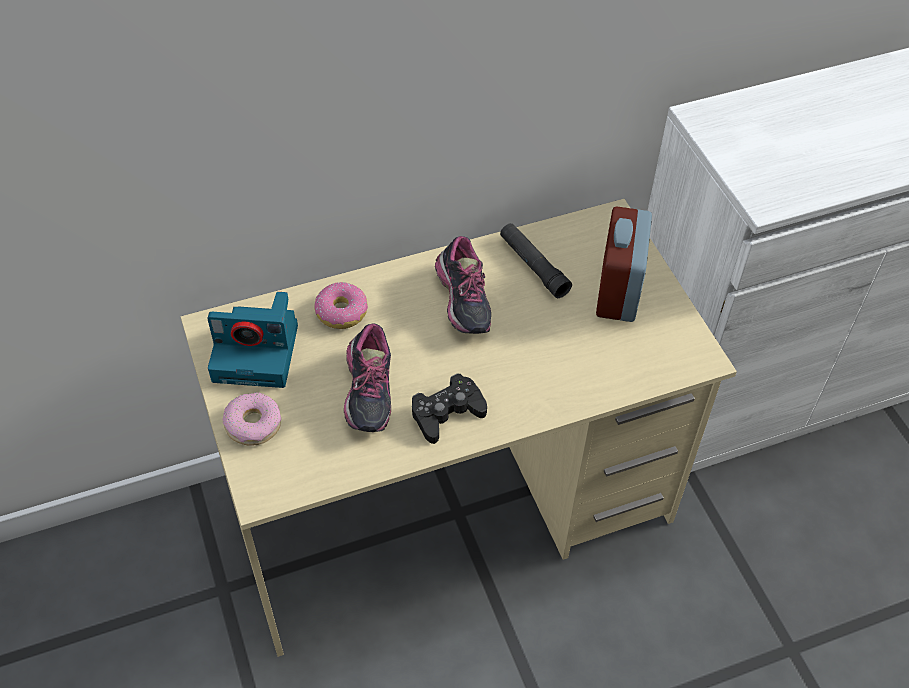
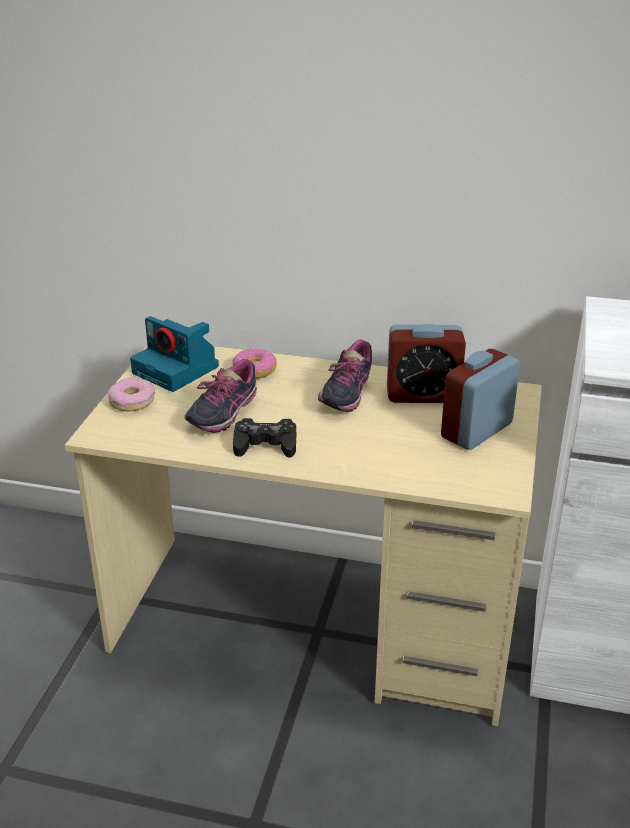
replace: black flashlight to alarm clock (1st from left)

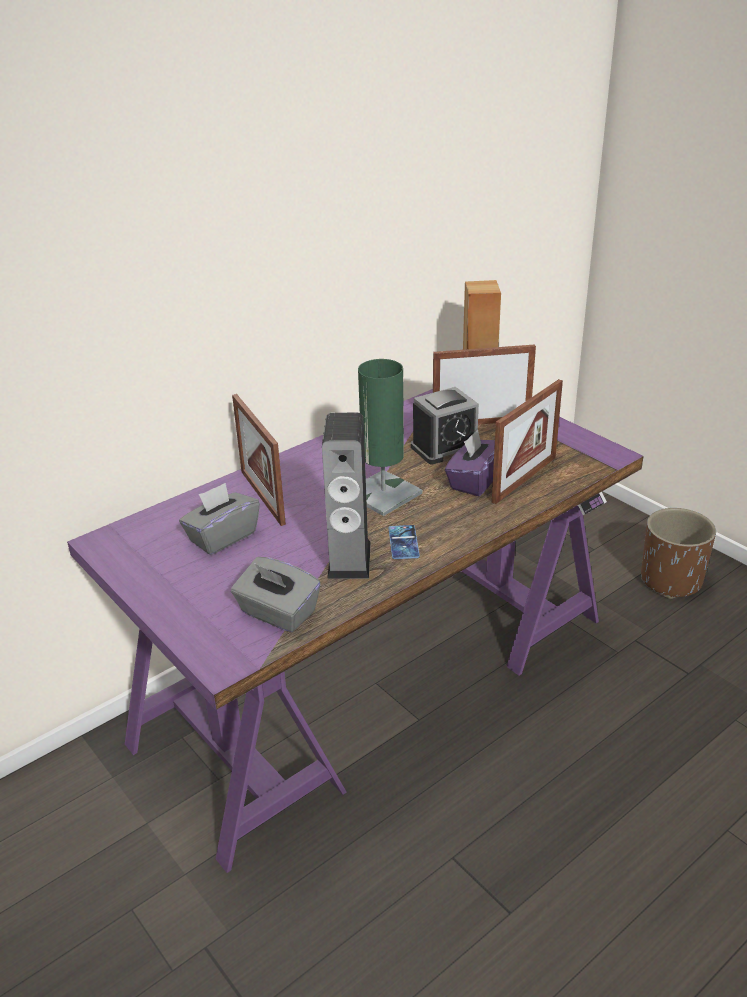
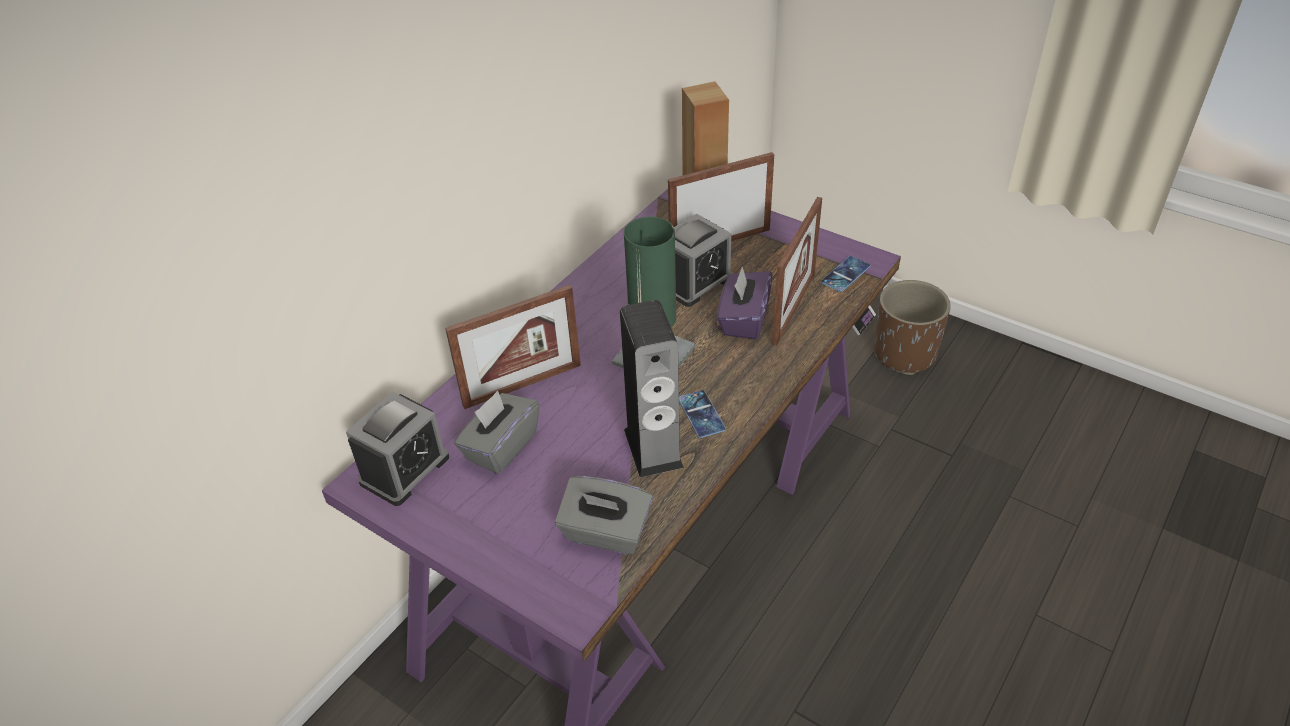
insert: alarm clock (1st from left); phone (2nd from left)
rotate: picture frame (1st from left) 75 degrees counterclockwise

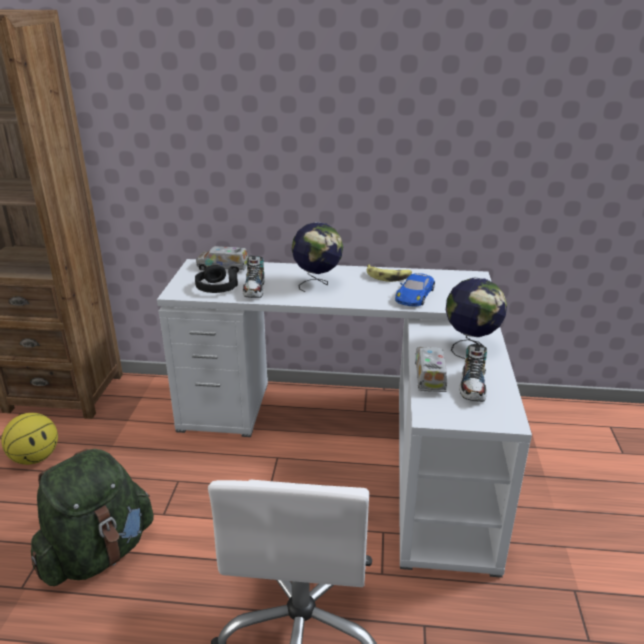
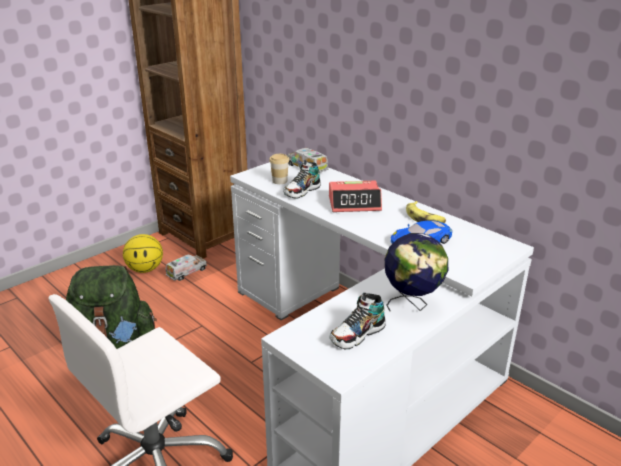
move: toy truck (2nd from left in the first image) to toy truck (1st from left)
replace: black headphones to cup; globe (1st from left) to alarm clock

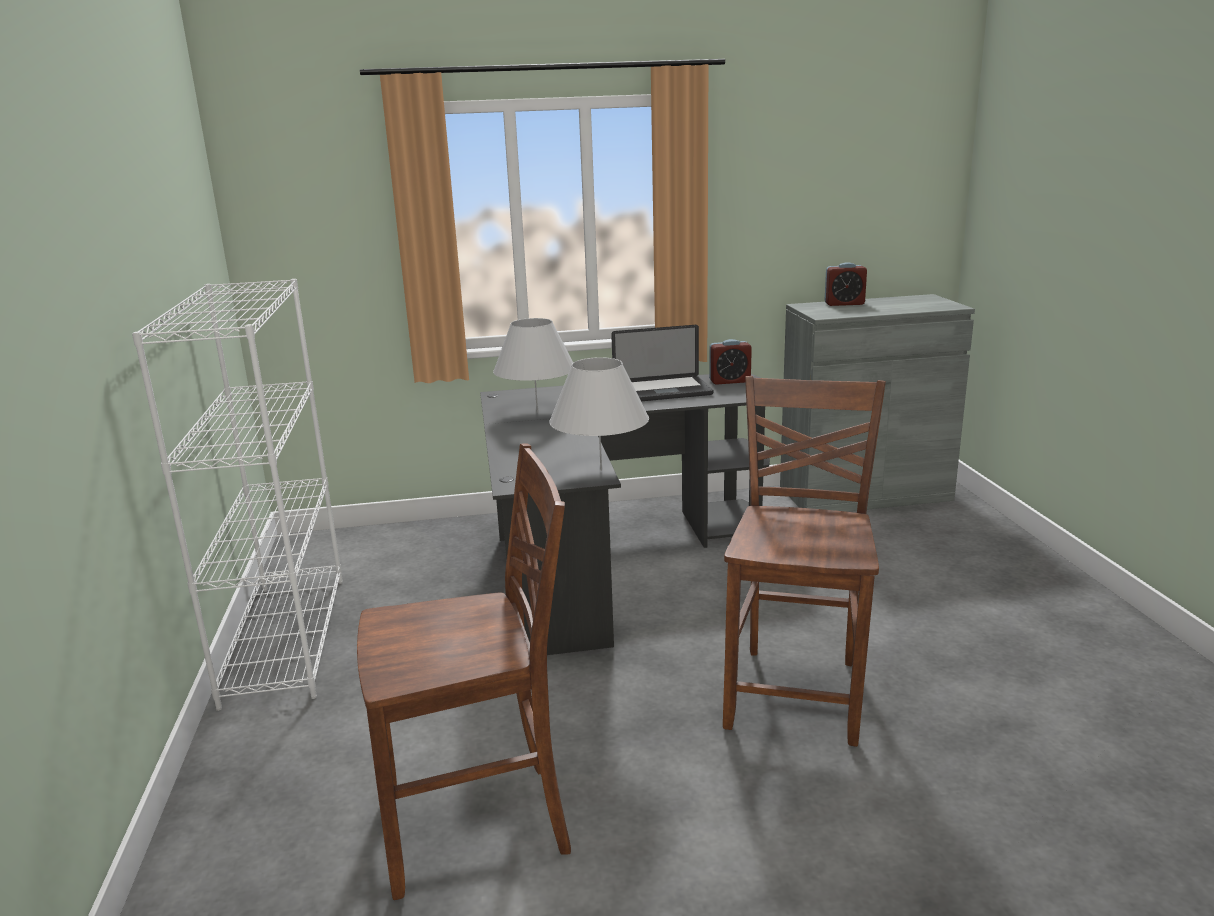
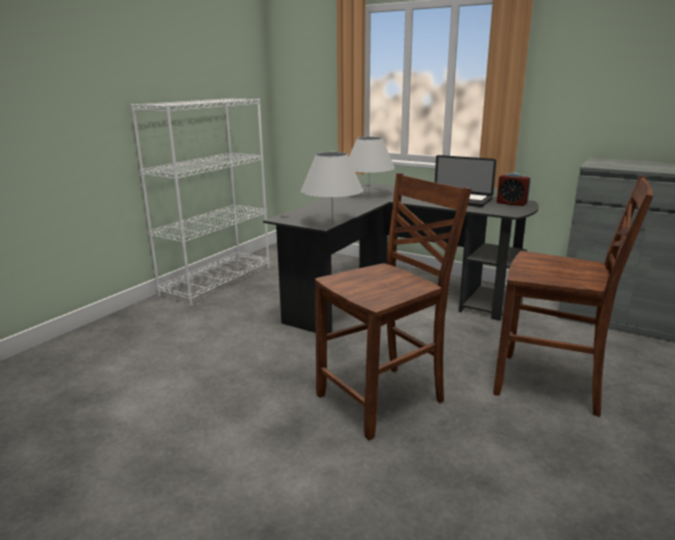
delete: alarm clock (2nd from left)
move: brown chair (1st from left in the first image) to brown chair (2nd from left)

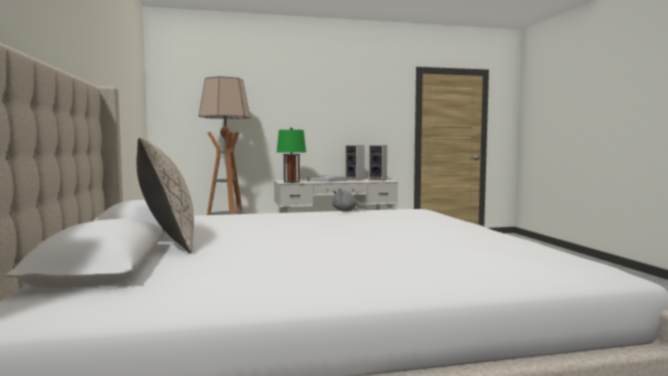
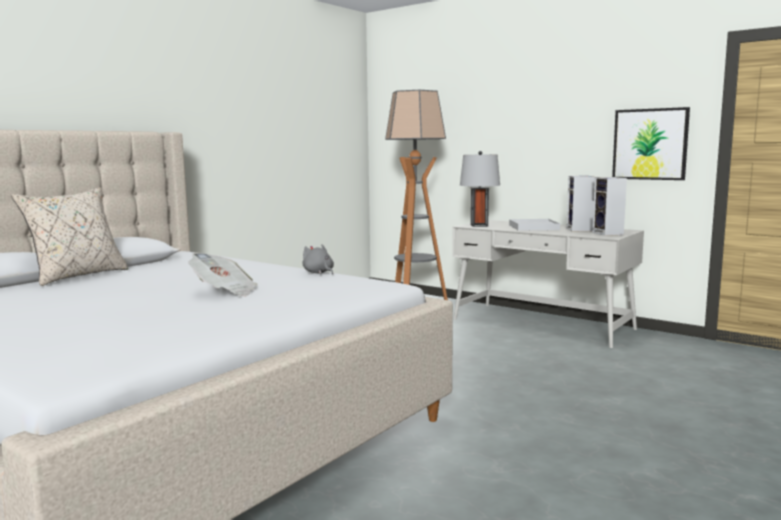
insert: newspaper; picture
recolor: green table lamp to grey table lamp

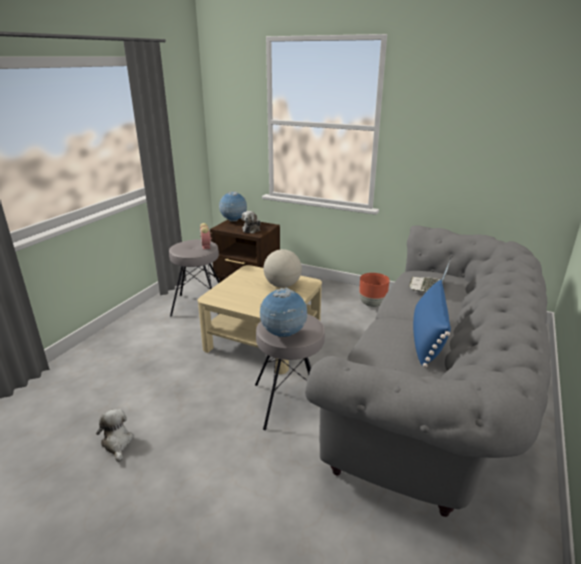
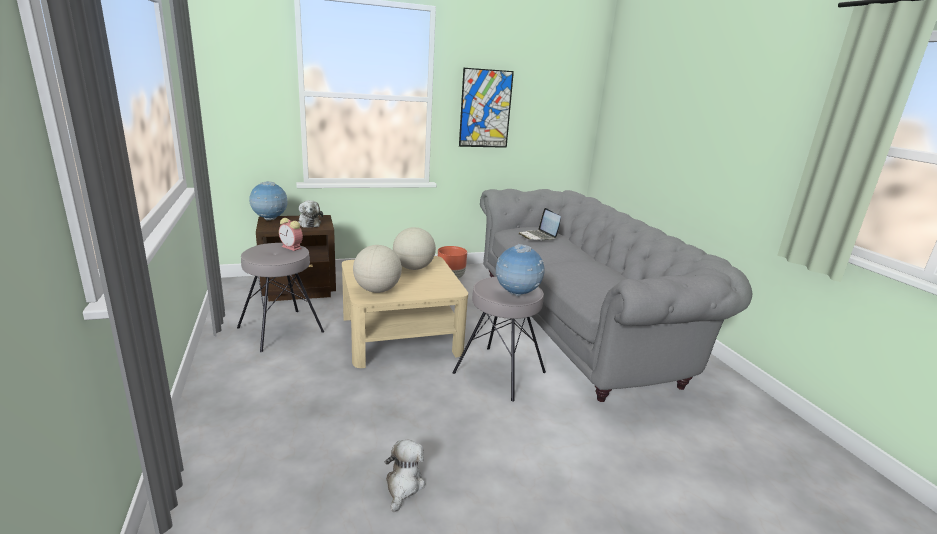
delete: blue pillow
insert: globe (2nd from left); picture
rotate: plush toy (1st from left in the first image) 75 degrees clockwise

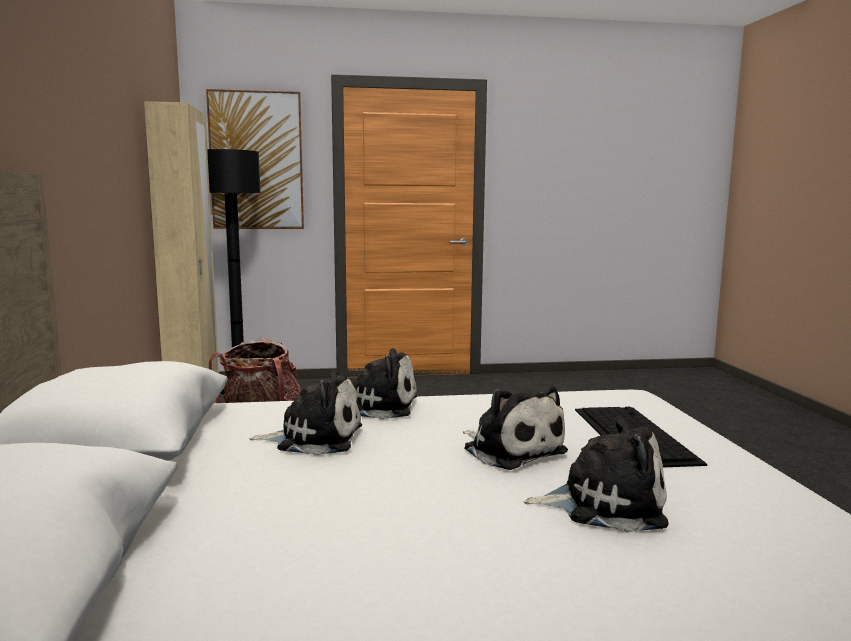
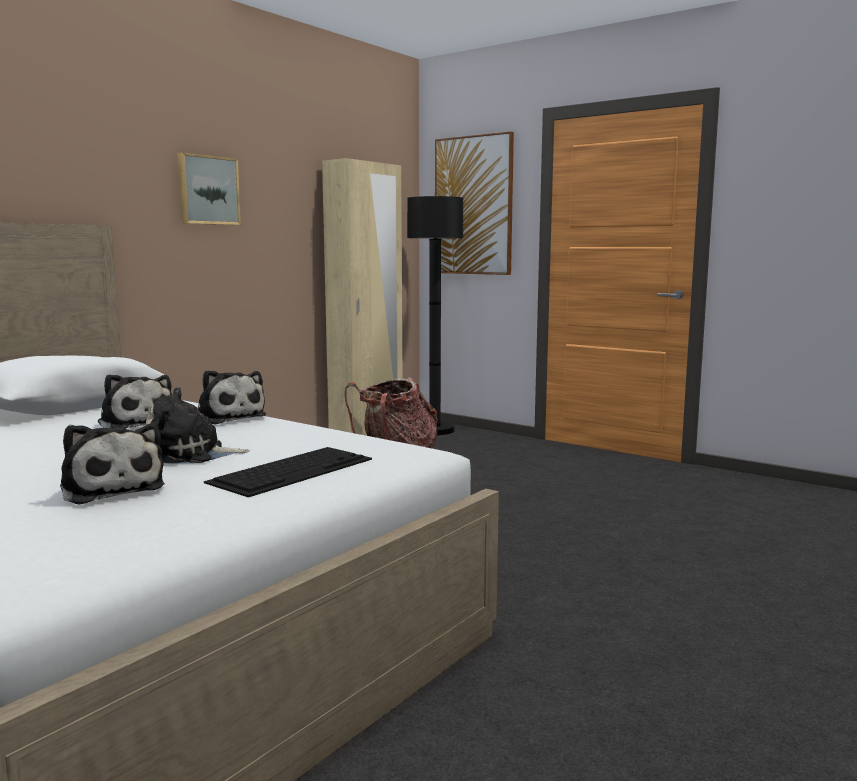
insert: picture (1st from left)
rotate: plush toy (3rd from left) 75 degrees clockwise

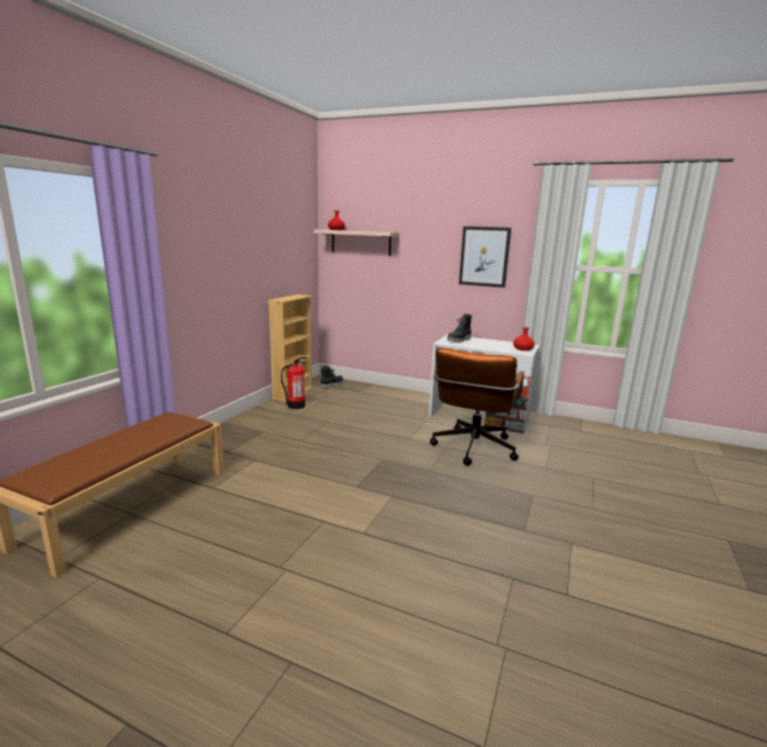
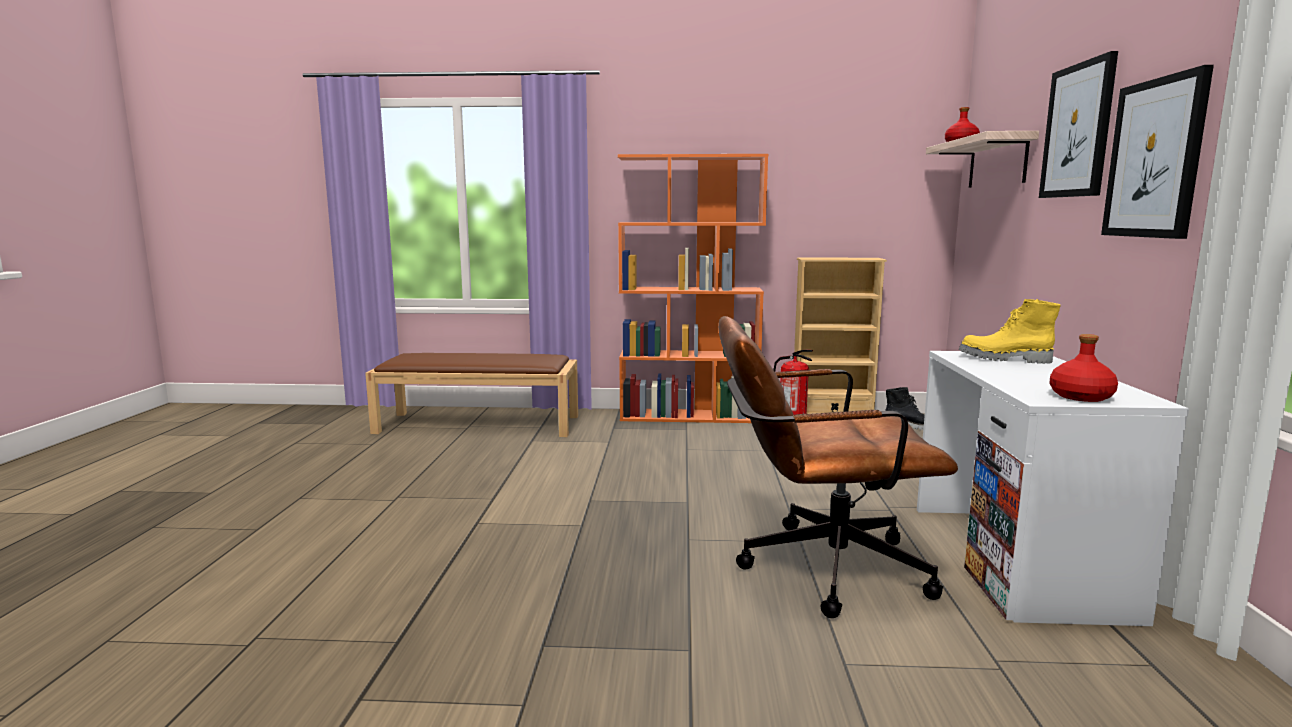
insert: orange bookcase; picture (1st from left)
recolor: black boot (2nd from left) to yellow boot

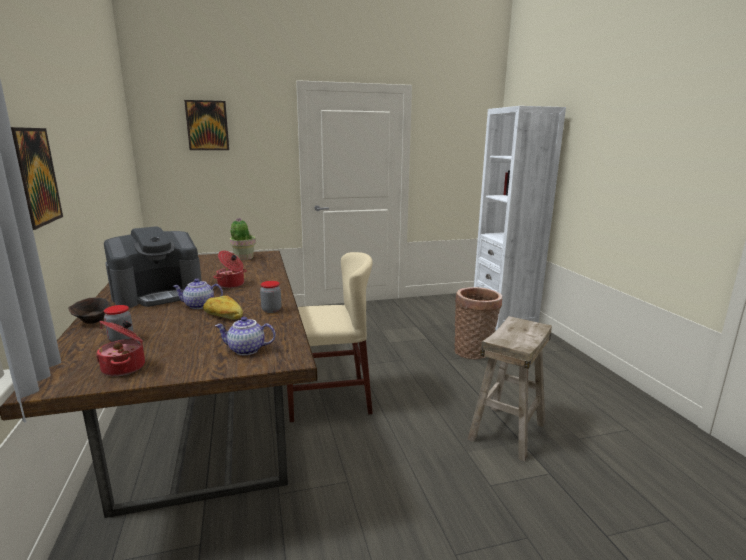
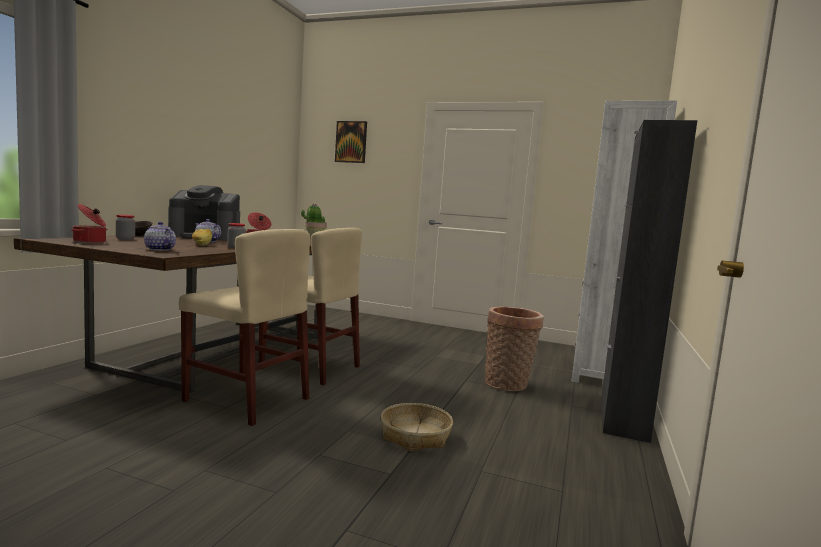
delete: picture (1st from left)
insert: beige chair (1st from left); black cabinet
replace: beige stool to basket (1st from left)

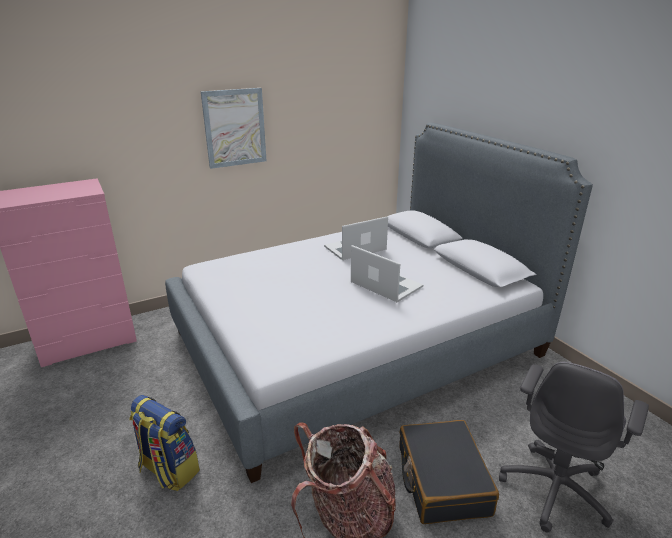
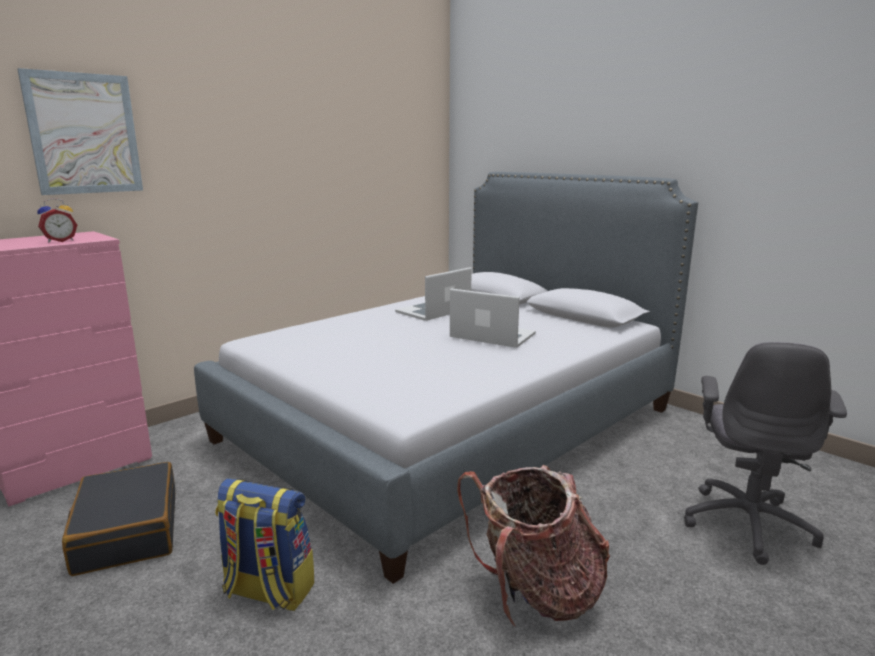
insert: alarm clock
move: picture; black suitcase

